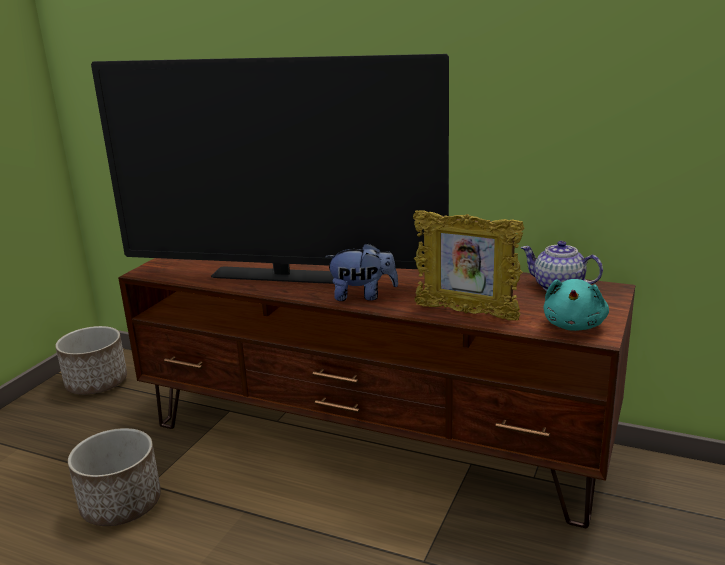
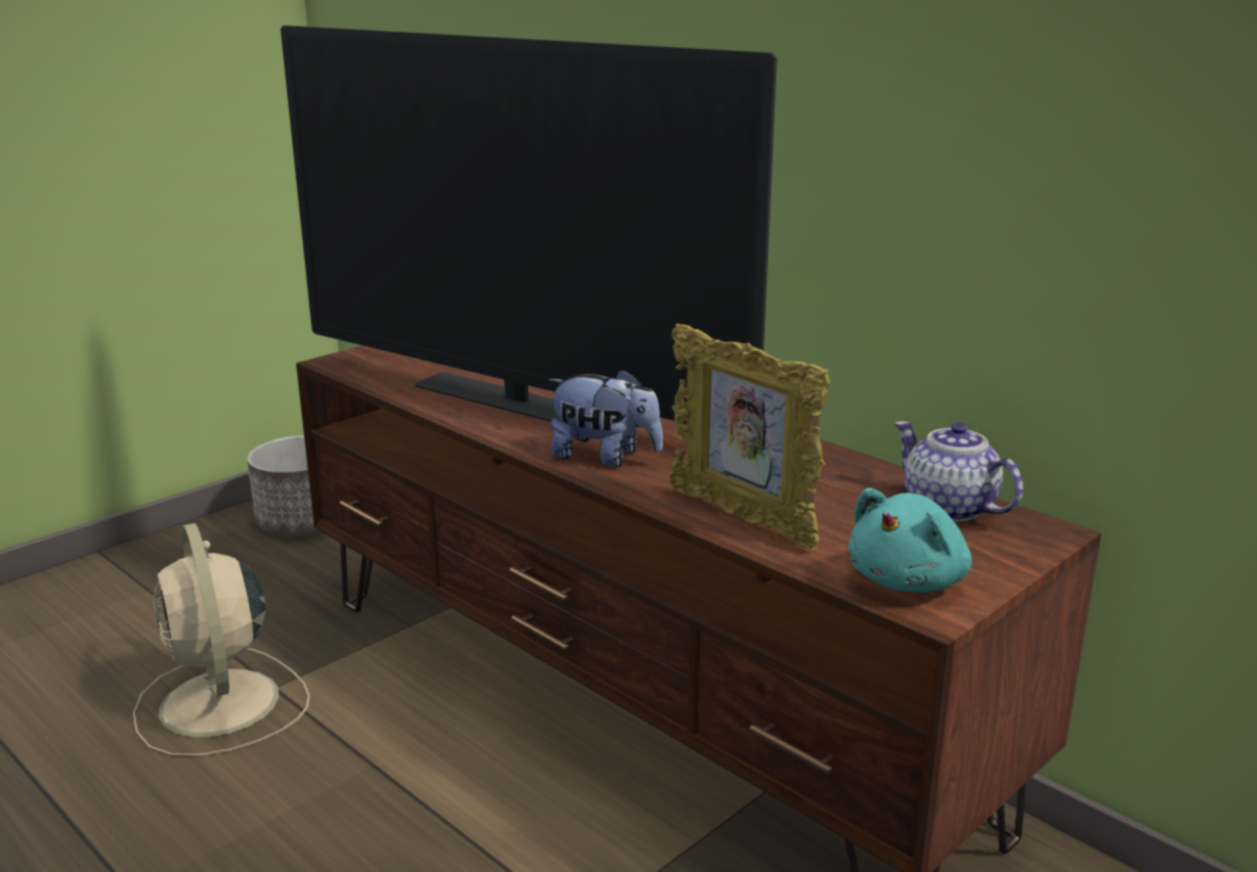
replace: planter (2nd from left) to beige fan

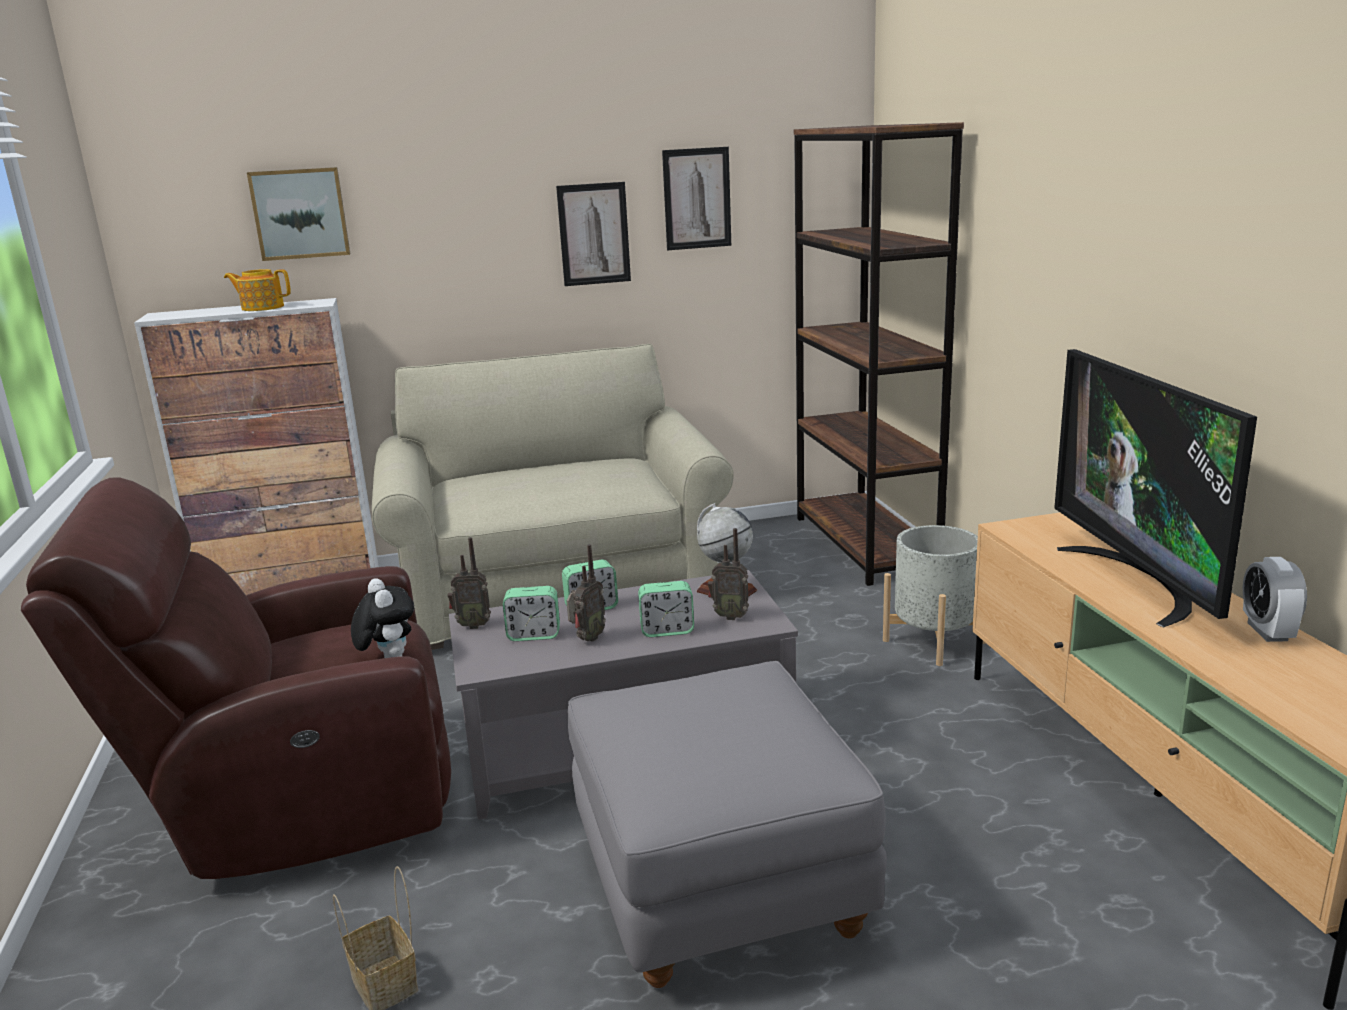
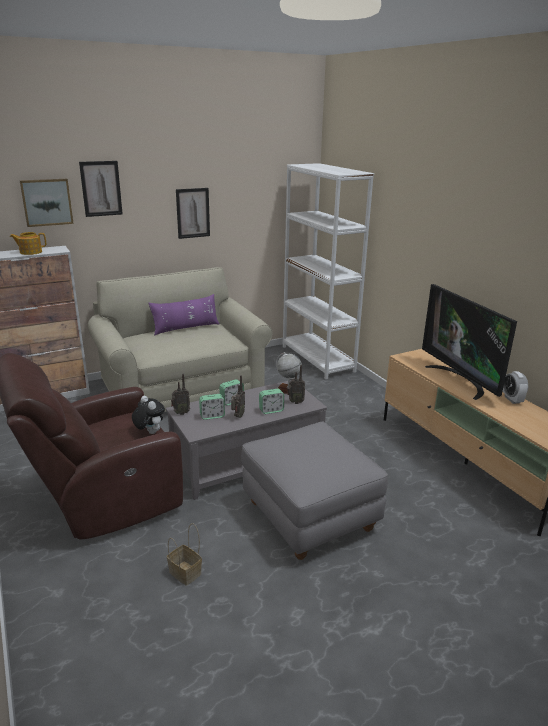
delete: grey planter
insert: purple pillow
move: picture (3rd from left in the first image) to picture (2nd from left)
recolor: brown bookcase to white bookcase

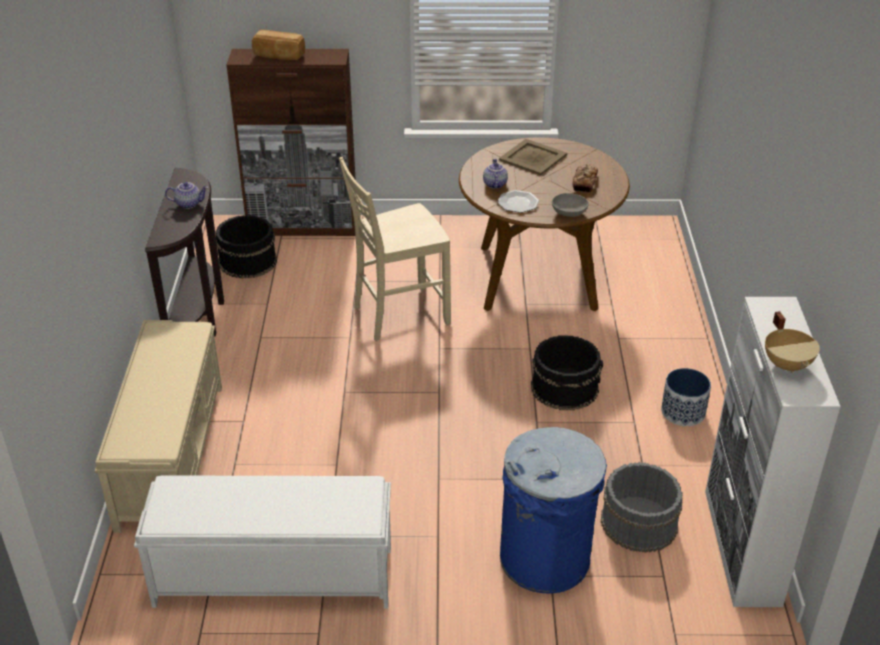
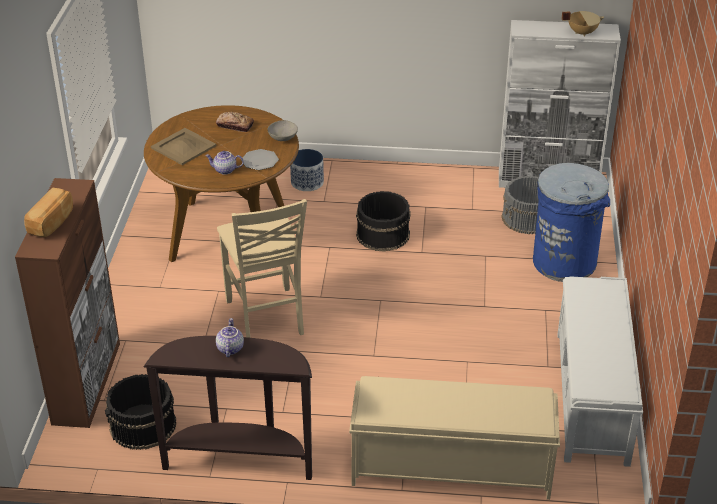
move: planter

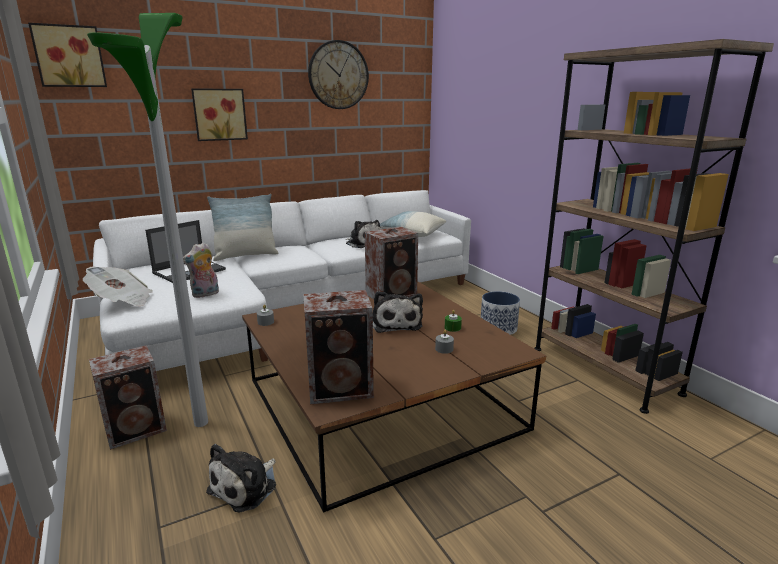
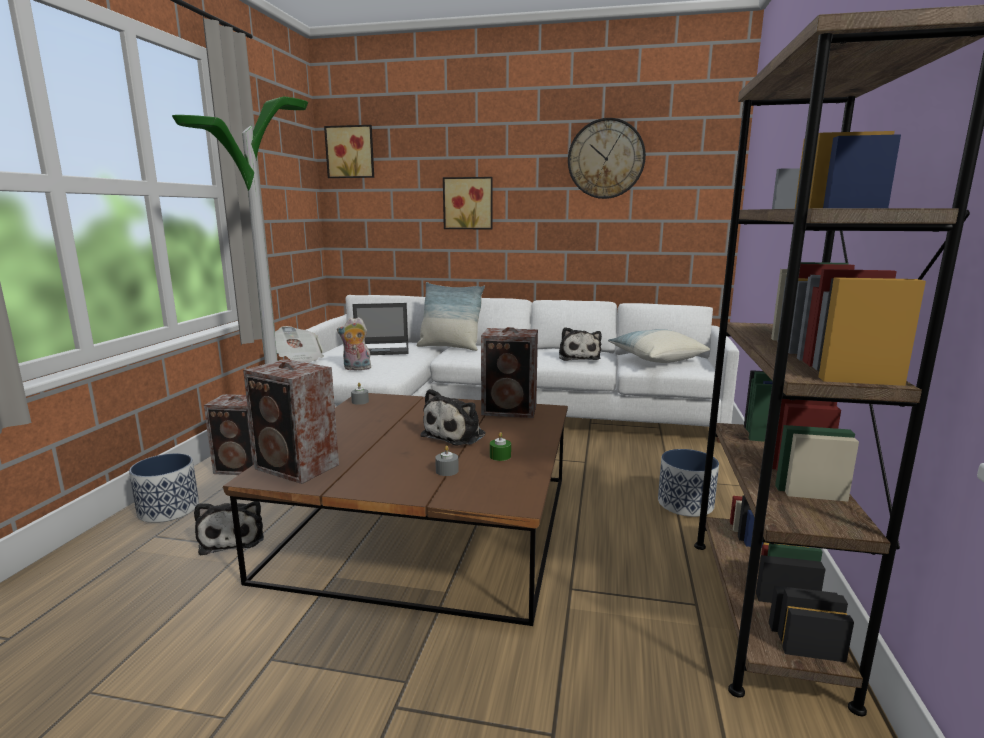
insert: planter (1st from left)
rotate: plush toy (2nd from left in the first image) 90 degrees counterclockwise

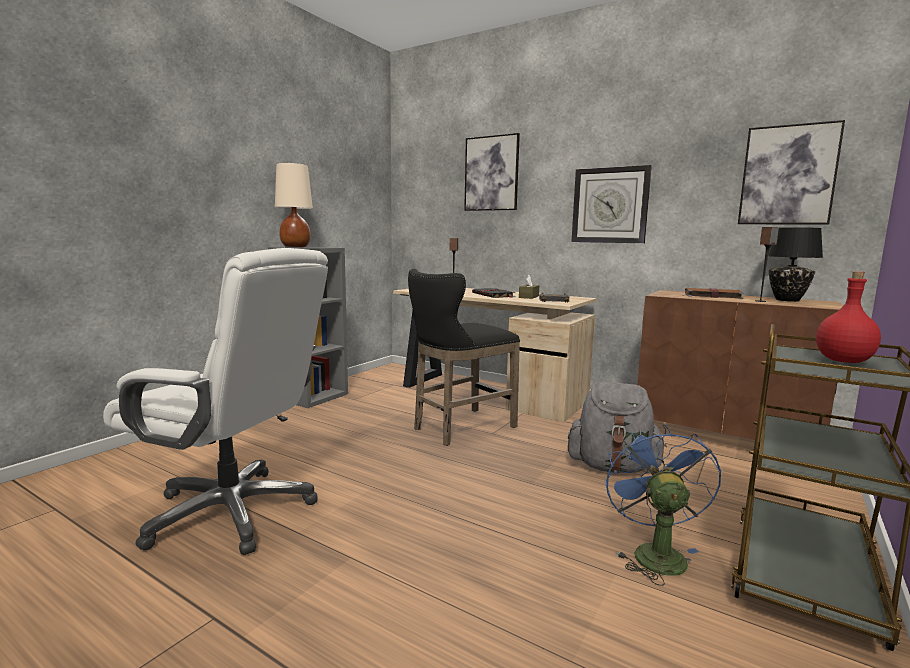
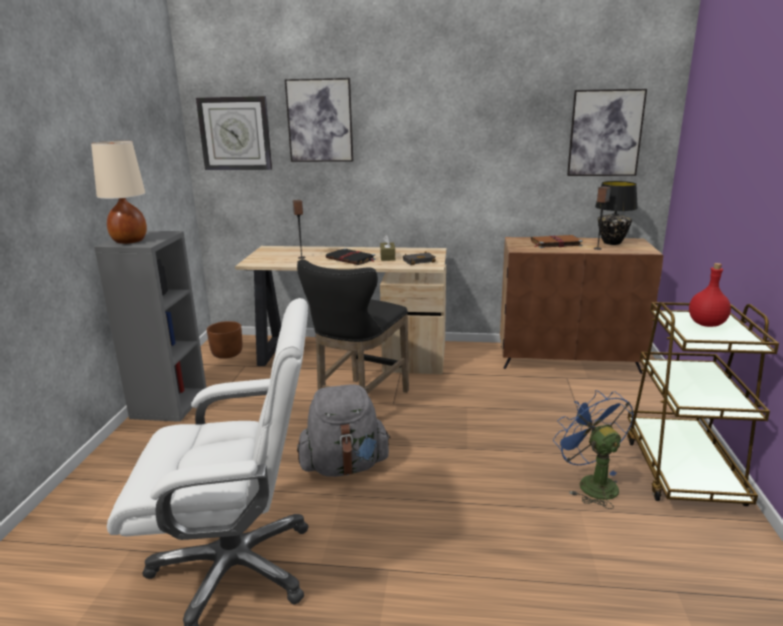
insert: brown planter
move: wall clock; grey backpack

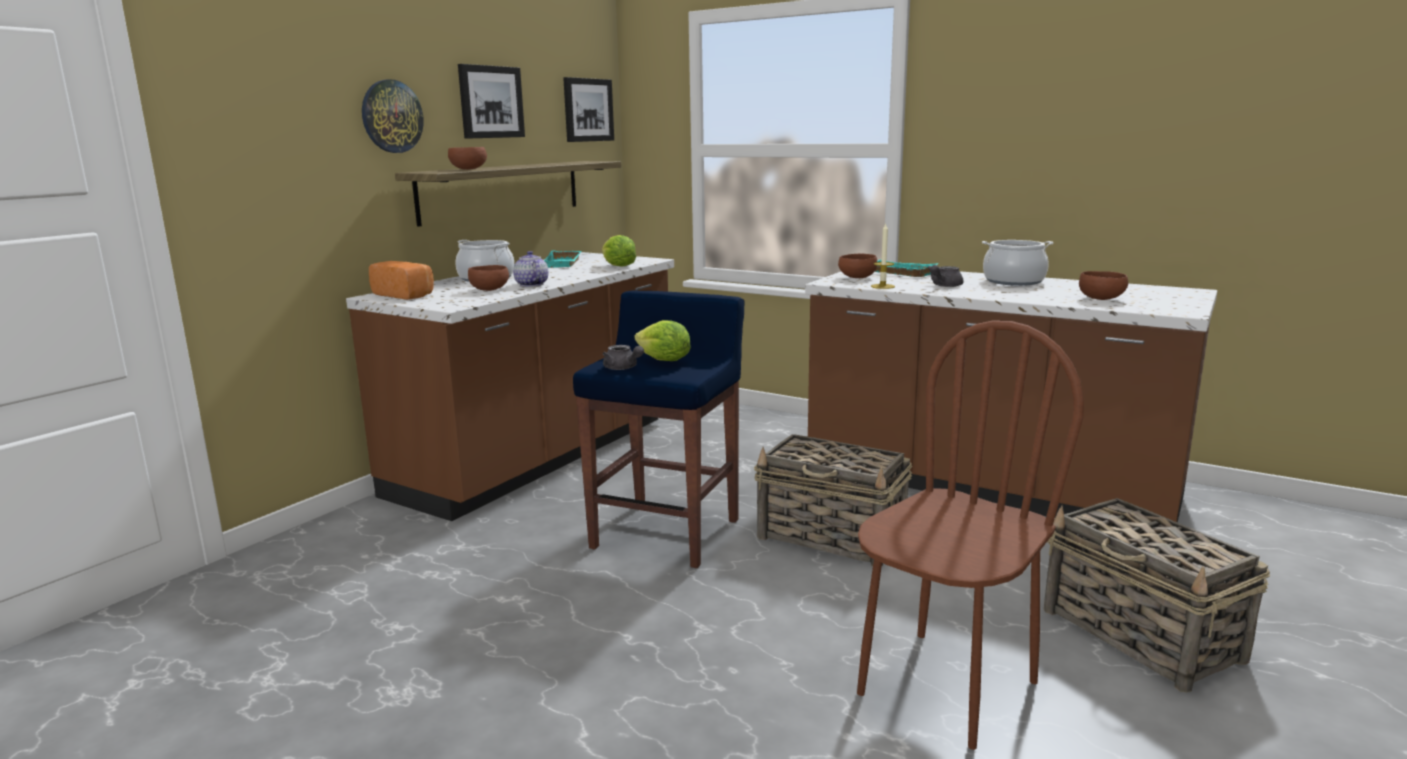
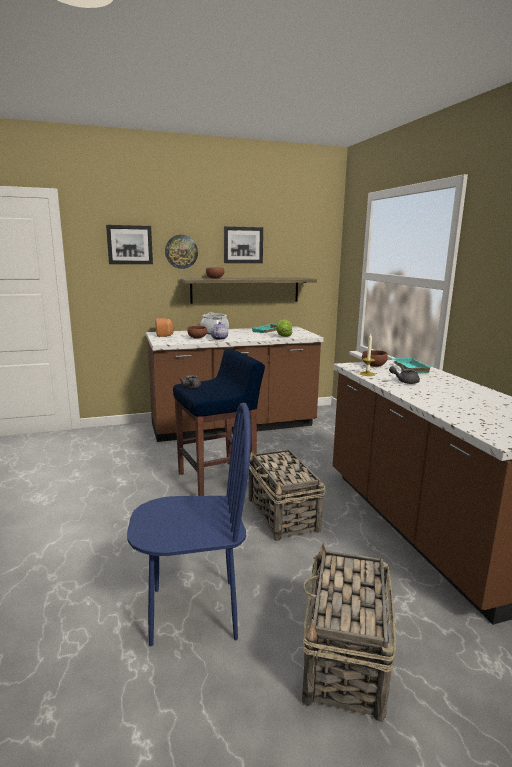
delete: lettuce (2nd from left); cooking pot (2nd from left); brown bowl (4th from left)
move: picture (2nd from left in the first image) to picture (1st from left)
recolor: brown chair to blue chair

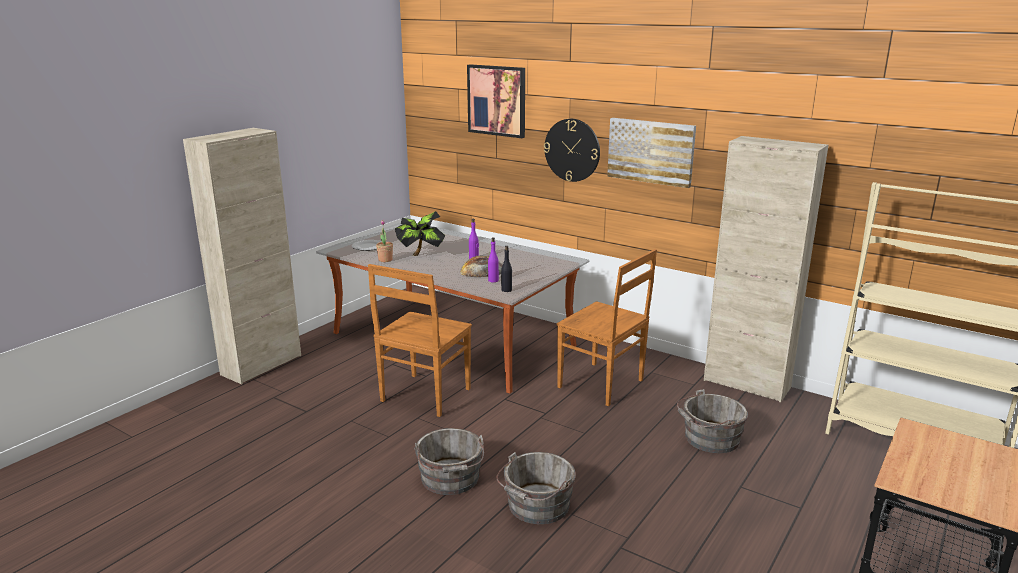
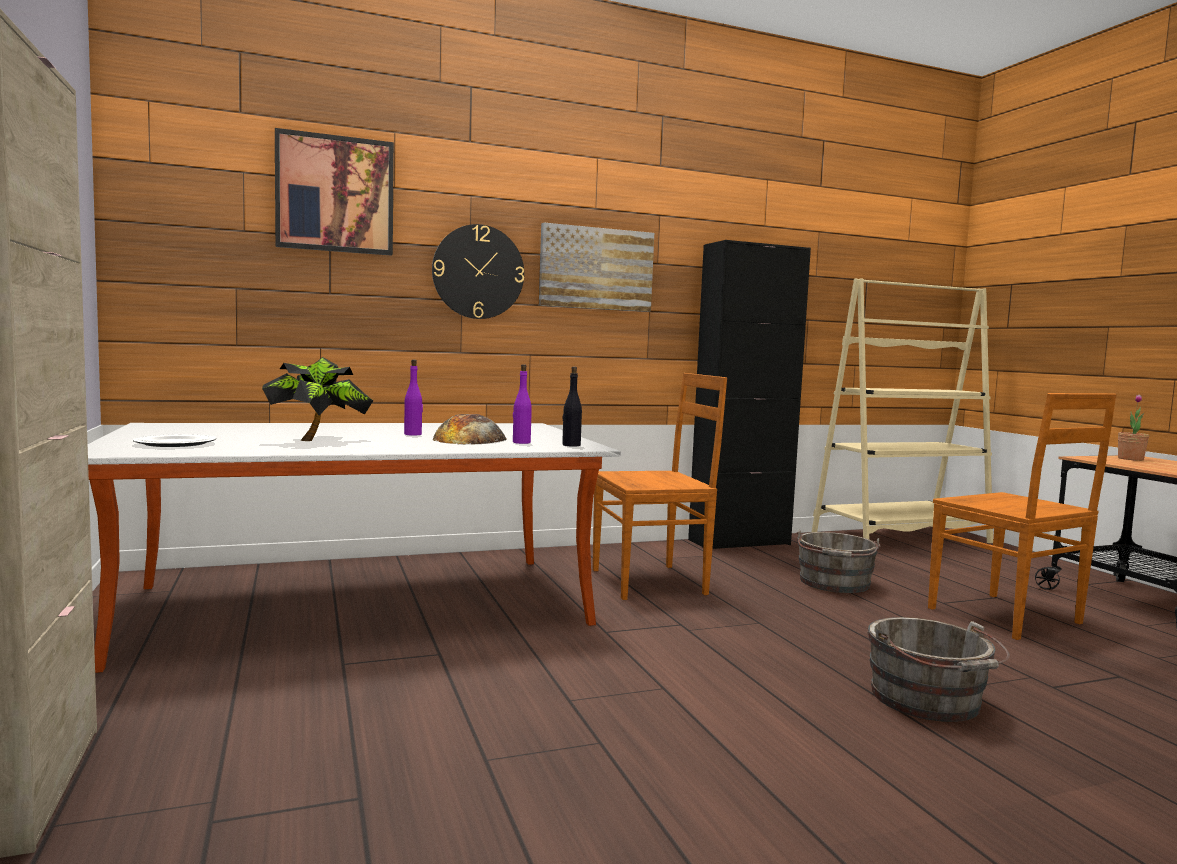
delete: grey bucket (1st from left)
move: brown chair (1st from left in the first image) to brown chair (2nd from left); potted plant (1st from left in the first image) to potted plant (2nd from left)
recolor: beige cabinet (2nd from left) to black cabinet

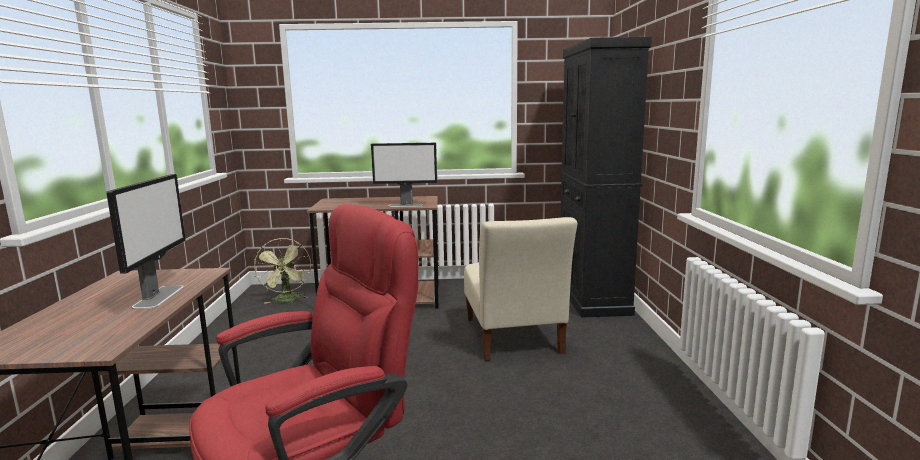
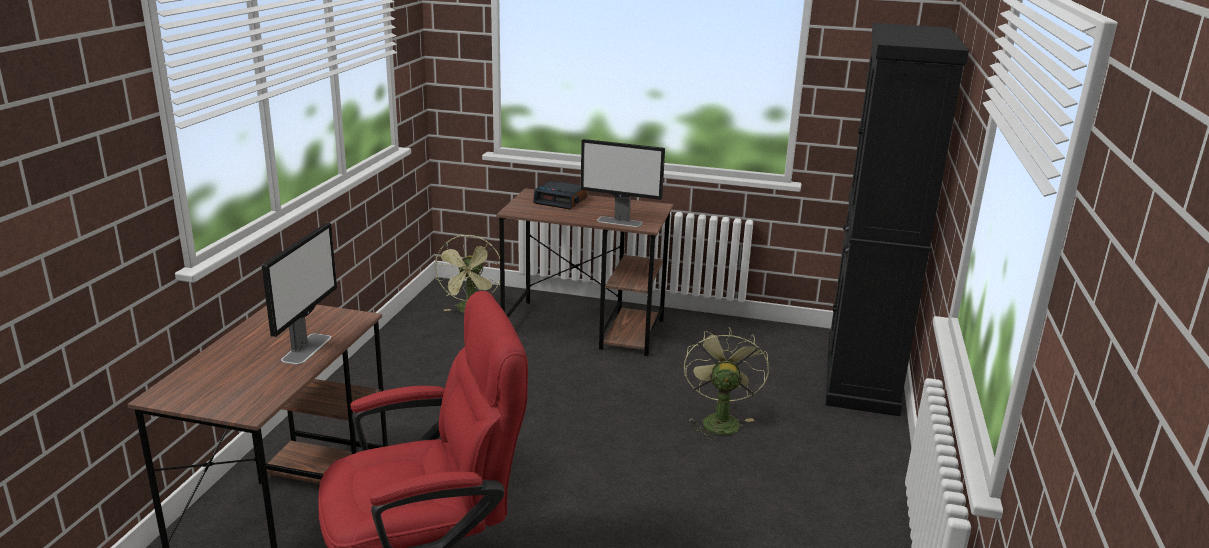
insert: alarm clock
replace: beige chair to green fan (2nd from left)

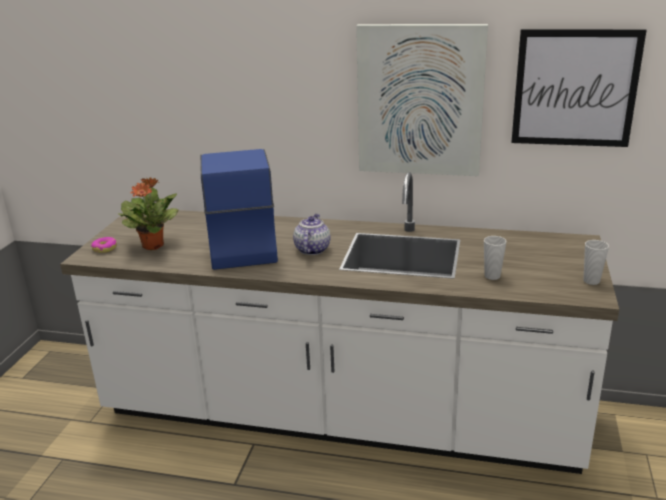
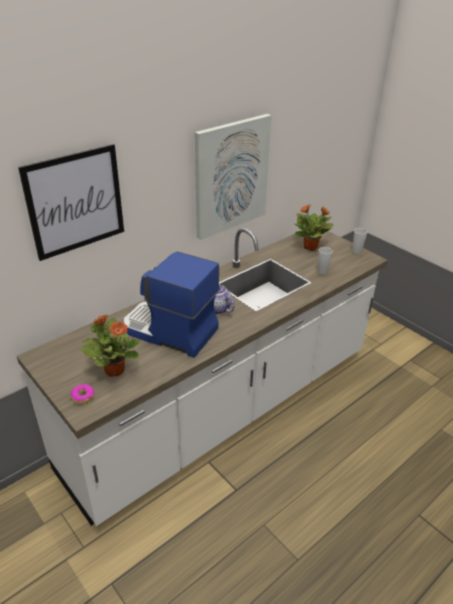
insert: potted plant (2nd from left)
move: picture (2nd from left in the first image) to picture (1st from left)

